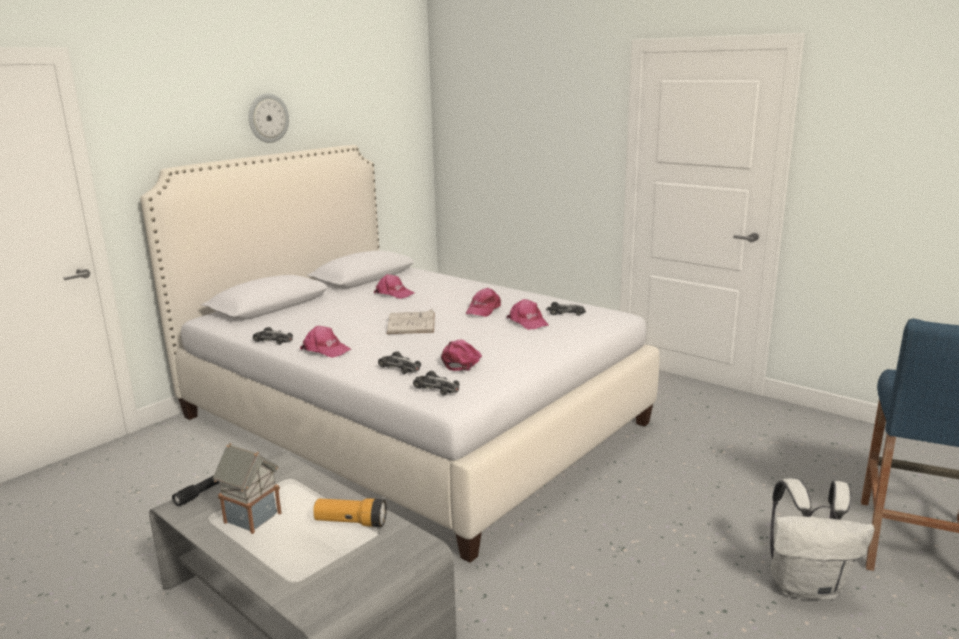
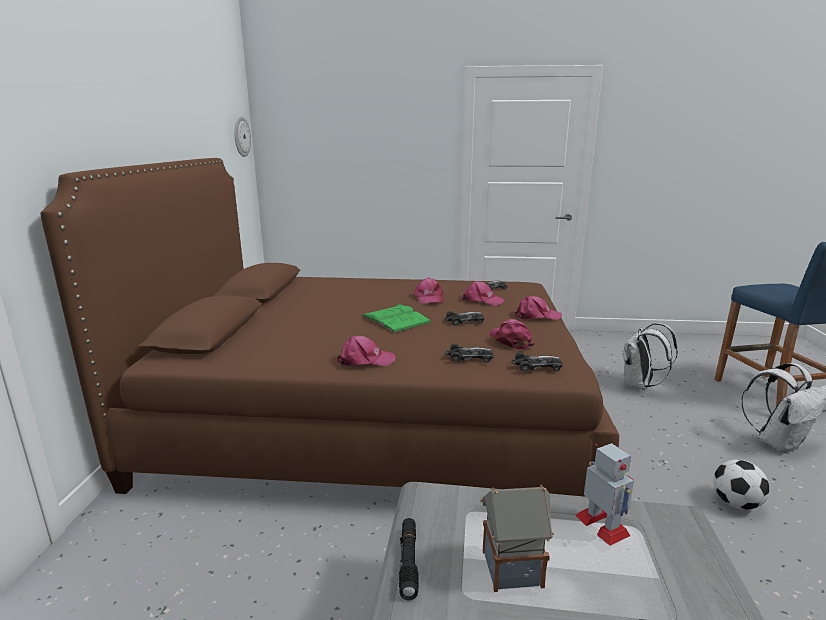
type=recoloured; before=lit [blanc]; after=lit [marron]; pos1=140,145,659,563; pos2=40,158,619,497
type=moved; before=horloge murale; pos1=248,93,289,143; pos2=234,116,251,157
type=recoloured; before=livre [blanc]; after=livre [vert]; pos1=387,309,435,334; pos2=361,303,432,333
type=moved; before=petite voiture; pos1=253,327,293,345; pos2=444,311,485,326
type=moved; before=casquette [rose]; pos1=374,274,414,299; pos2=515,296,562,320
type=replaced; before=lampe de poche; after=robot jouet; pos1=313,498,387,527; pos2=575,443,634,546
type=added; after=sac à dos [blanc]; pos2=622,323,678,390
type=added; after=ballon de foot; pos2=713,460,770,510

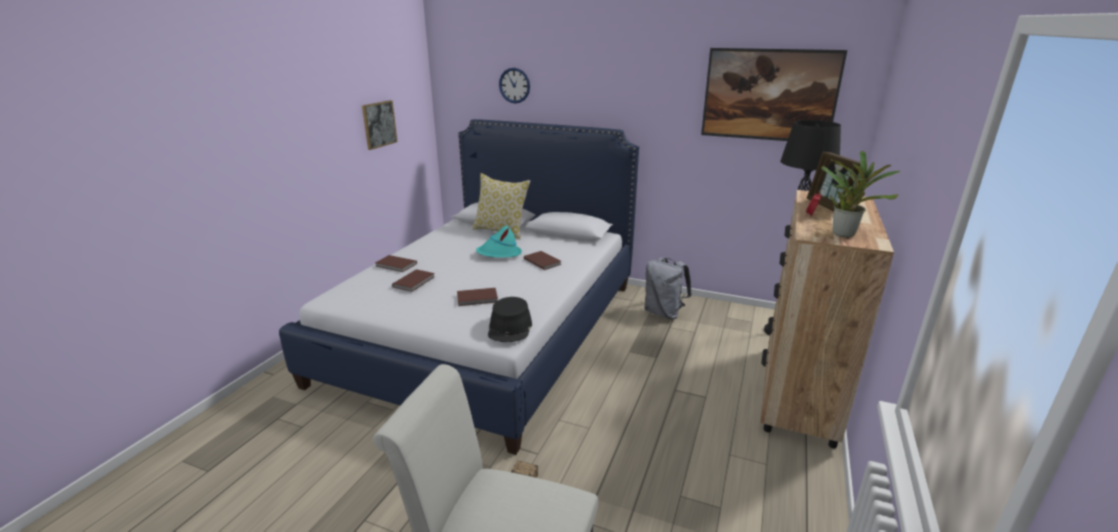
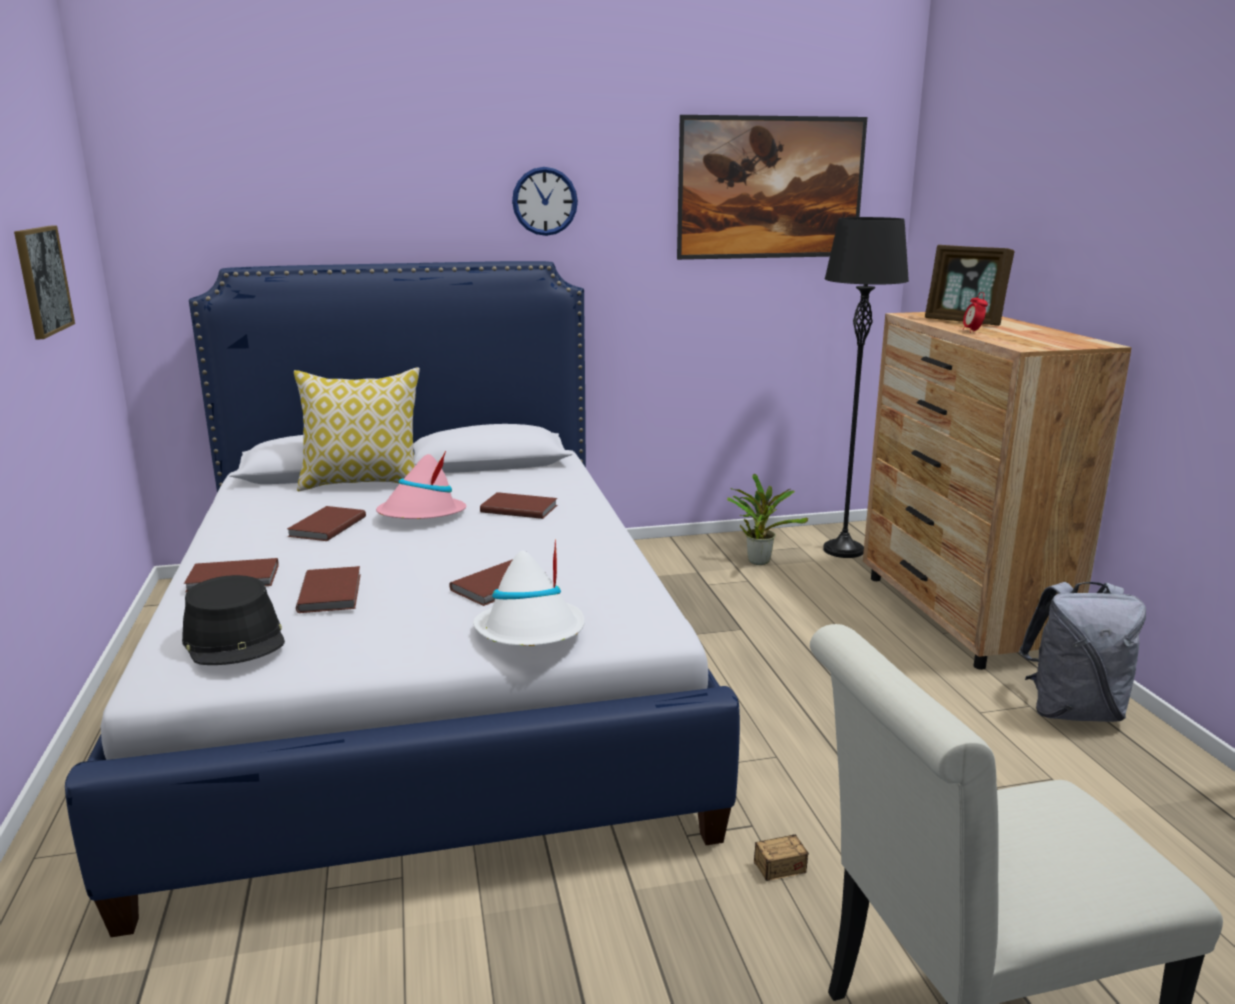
type=moved; before=chapeau [noir]; pos1=488,297,532,342; pos2=182,575,285,665
type=added; after=livre [marron]; pos2=287,506,366,541
type=recoloured; before=chapeau [turquoise]; after=chapeau [rose]; pos1=476,226,522,258; pos2=376,451,466,519
type=added; after=chapeau [blanc]; pos2=473,539,585,646
type=moved; before=horloge murale; pos1=499,68,530,103; pos2=512,167,578,236
type=moved; before=plante en pot; pos1=821,151,901,238; pos2=727,474,808,565
type=moved; before=sac à dos [gris]; pos1=644,257,692,319; pos2=1019,582,1146,722

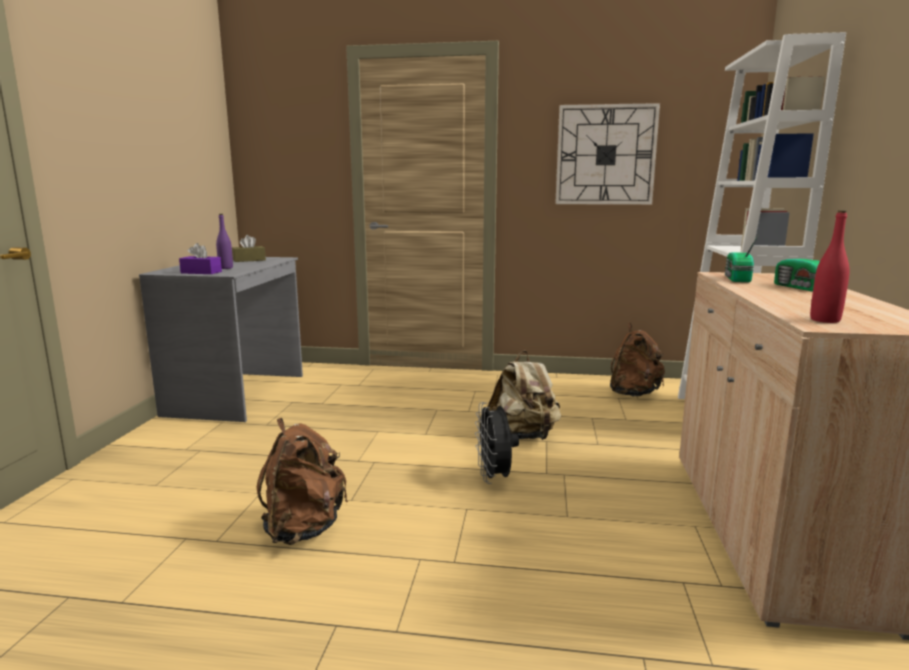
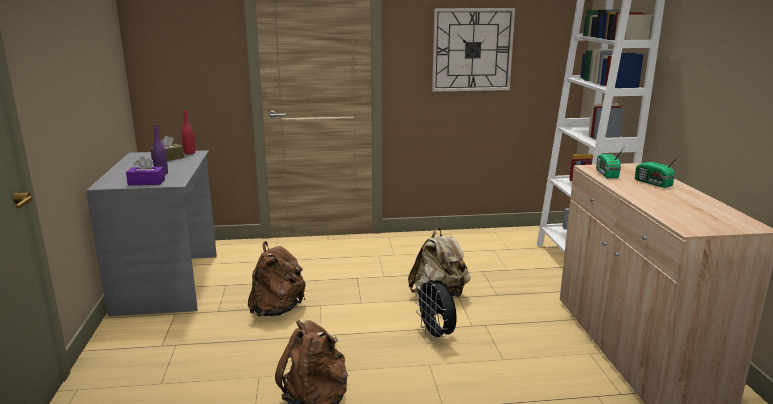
type=moved; before=bouteille [rouge]; pos1=810,210,849,323; pos2=182,109,195,154
type=moved; before=sac à dos [marron]; pos1=610,323,665,396; pos2=248,241,306,317

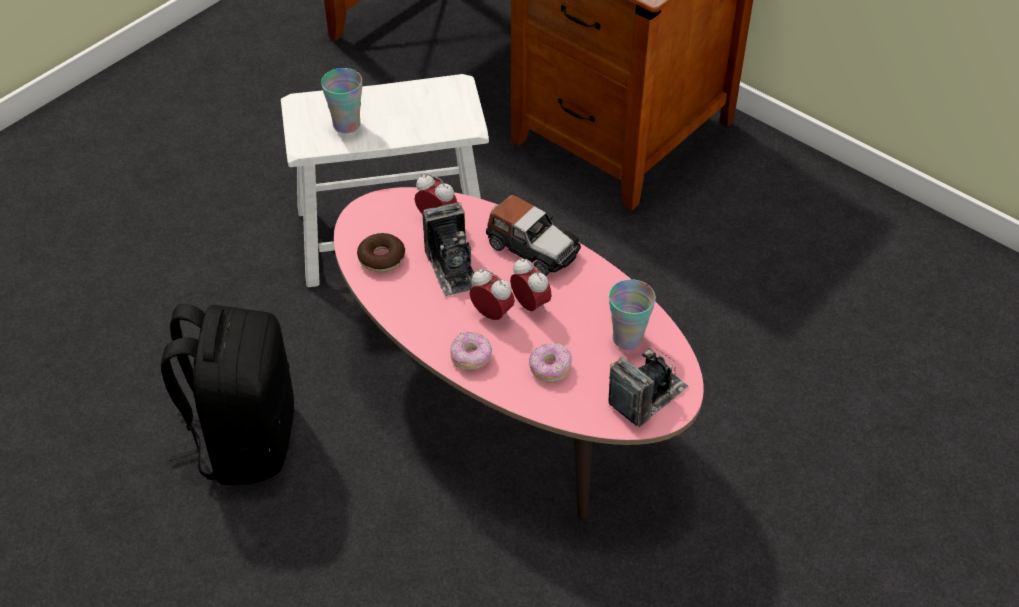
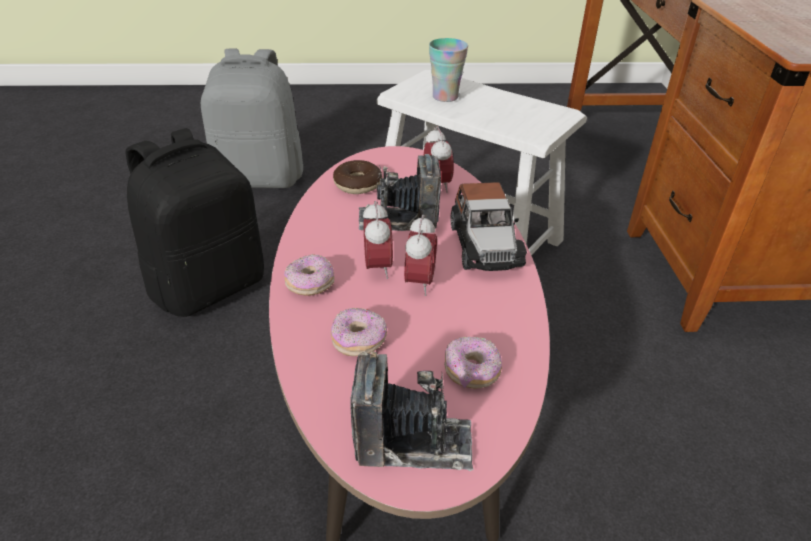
type=added; after=sac à dos [gris]; pos2=201,48,303,188
type=turned; before=appareil photo; pos1=422,202,475,297; pos2=359,154,441,231; turn=60
type=replaced; before=tasse; after=beignet; pos1=609,279,656,350; pos2=444,337,502,389

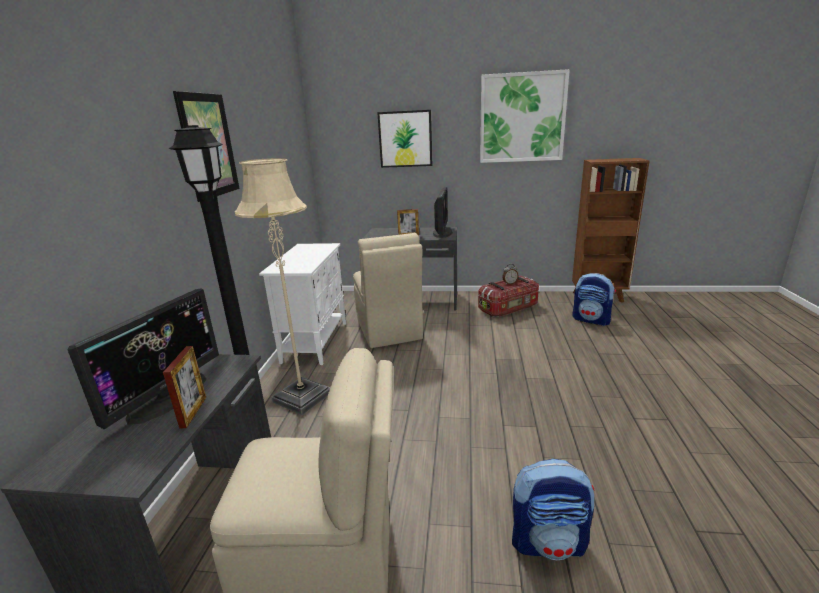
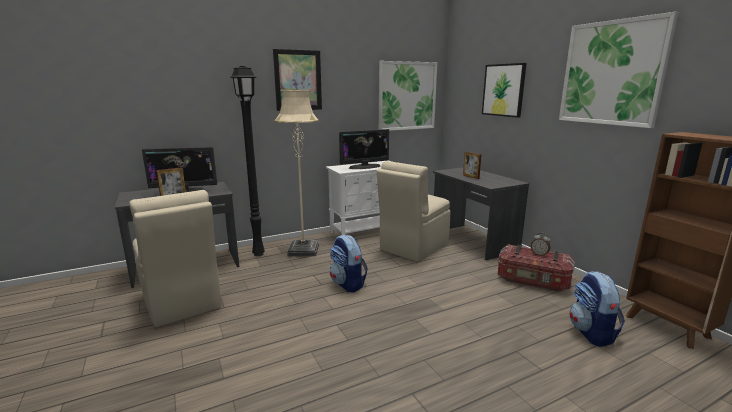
type=moved; before=sac à dos; pos1=512,459,595,560; pos2=330,234,368,292
type=moved; before=écran d'ordinateur; pos1=433,187,453,238; pos2=339,129,389,169
type=added; after=tableau; pos2=379,61,437,131

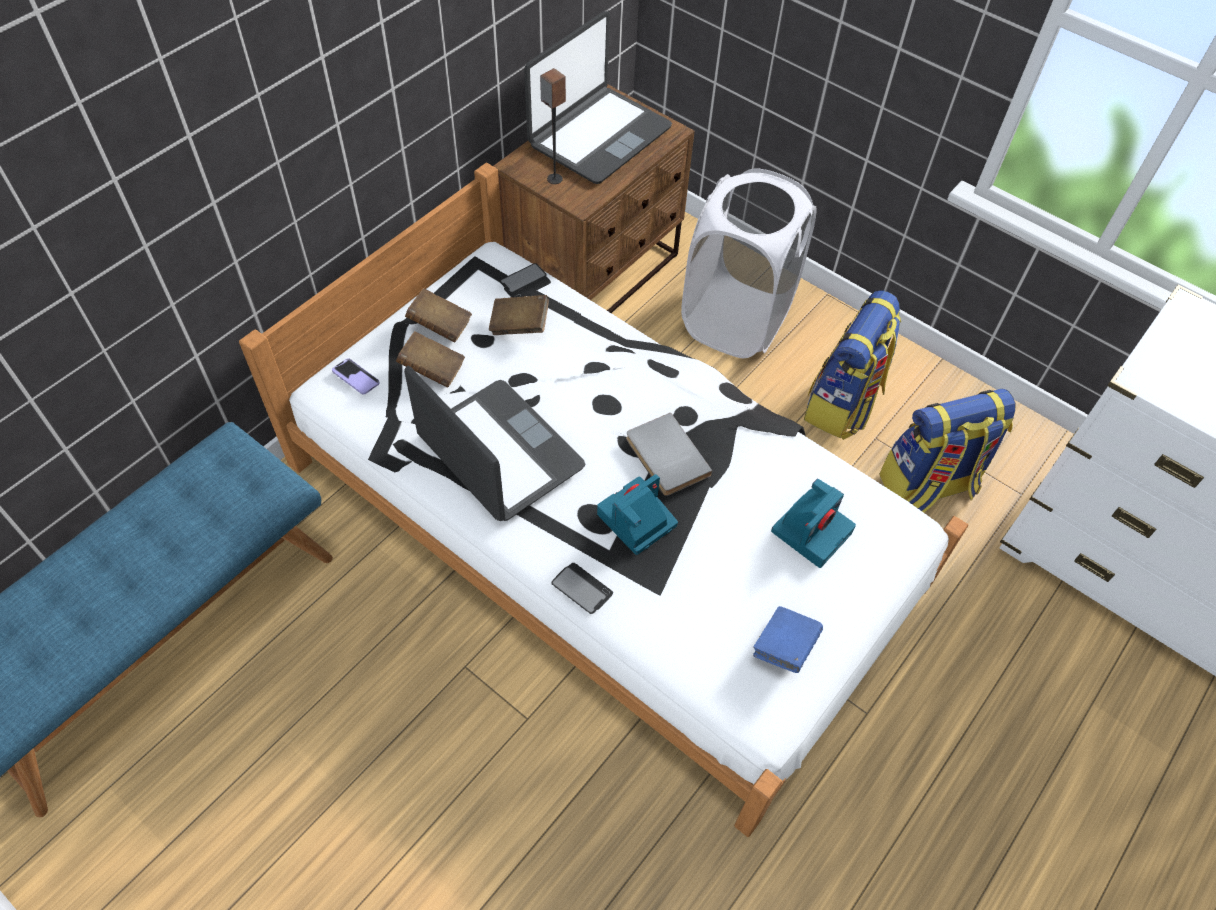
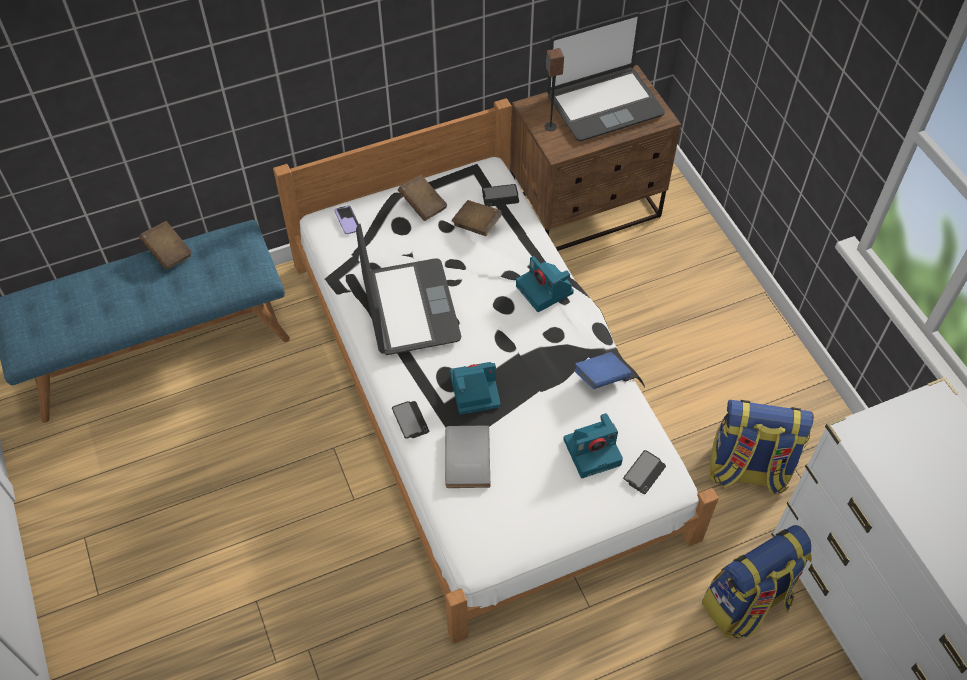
type=moved; before=livre [marron]; pos1=396,331,465,388; pos2=139,221,192,270
type=moved; before=livre [gris]; pos1=626,413,712,496; pos2=445,425,490,488
type=added; after=appareil photo; pos2=516,256,574,312
type=moved; before=livre [bleu]; pos1=753,606,823,673; pos2=574,352,631,389
type=added; after=téléphone; pos2=623,450,666,494
type=moved; before=sac à dos; pos1=804,290,901,440; pos2=702,525,812,639
type=removed; before=panier à linge [blanc]; pos1=681,168,816,358

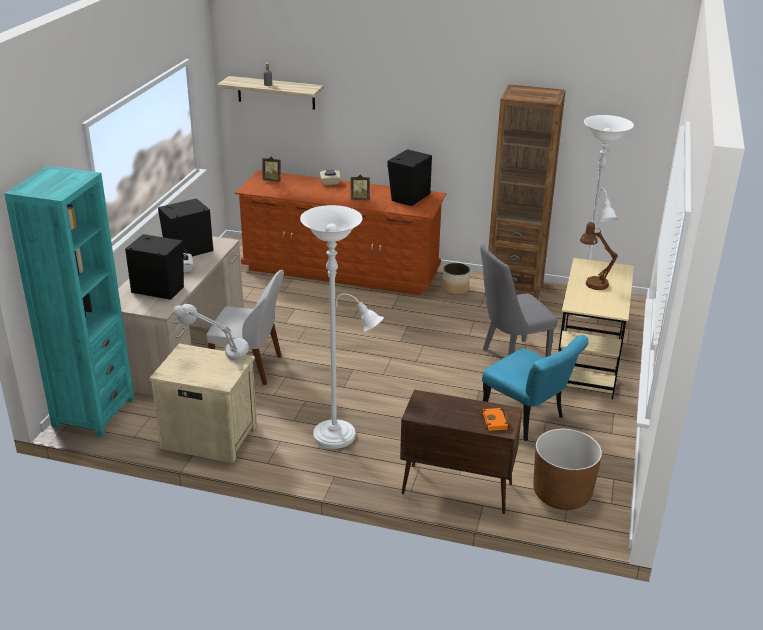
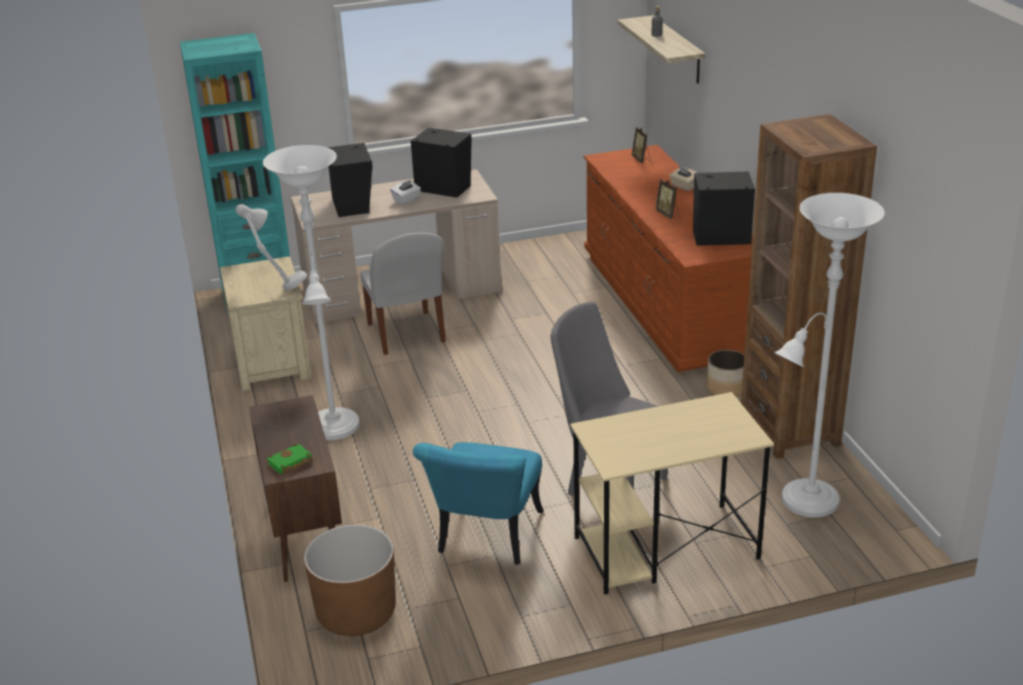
type=recoloured; before=livre [orange]; after=livre [vert]; pos1=480,408,511,431; pos2=267,444,313,474
type=removed; before=lampe de table [marron]; pos1=580,222,618,290

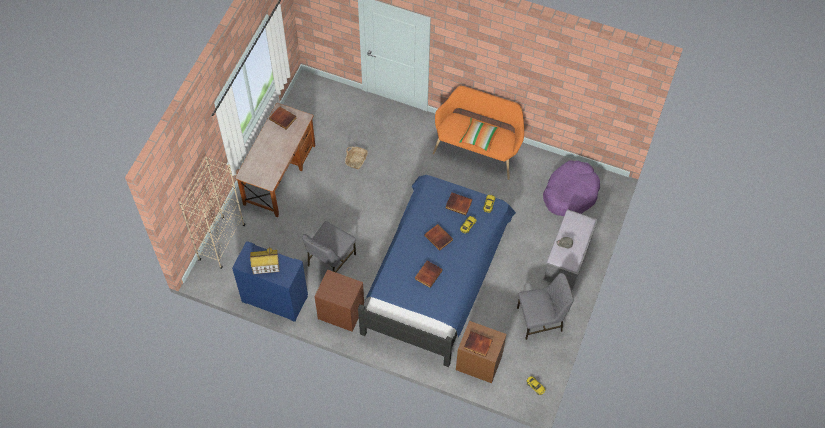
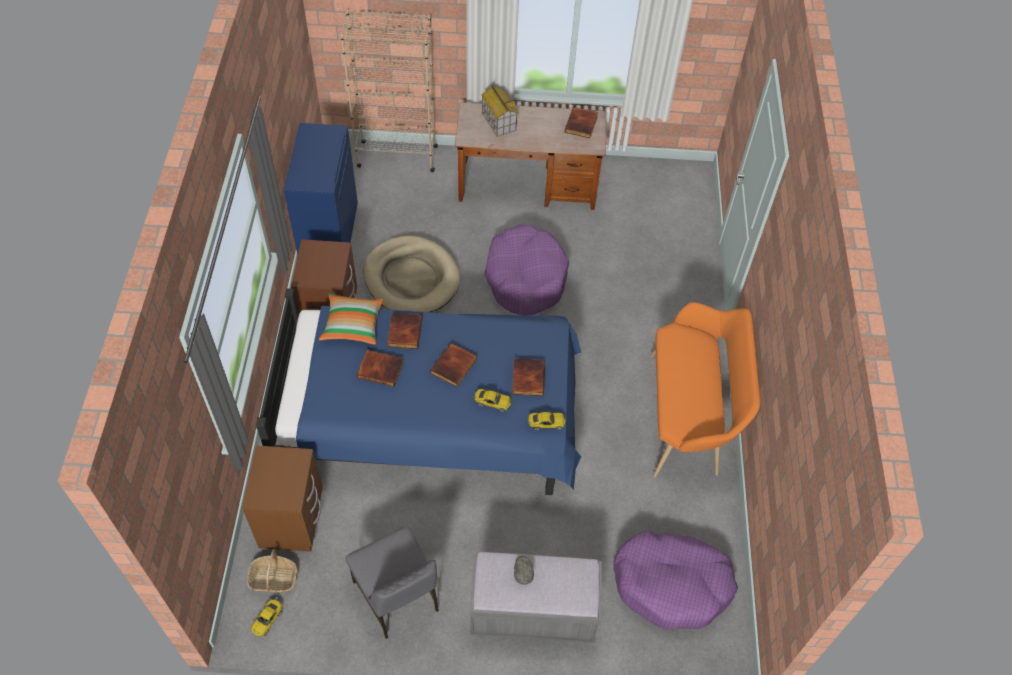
type=moved; before=panier; pos1=345,147,368,169; pos2=247,549,297,592
type=moved; before=coussin; pos1=459,118,501,153; pos2=319,293,384,344
type=replaced; before=chaise [gris]; after=panier pour chien [beige]; pos1=302,221,356,272; pos2=364,236,461,312
type=moved; before=livre; pos1=464,331,493,357; pos2=387,312,423,349
type=moved; before=maison miniature; pos1=250,248,279,274; pos2=481,85,518,137
type=added; after=panier pour chien [violet]; pos2=484,224,569,315

